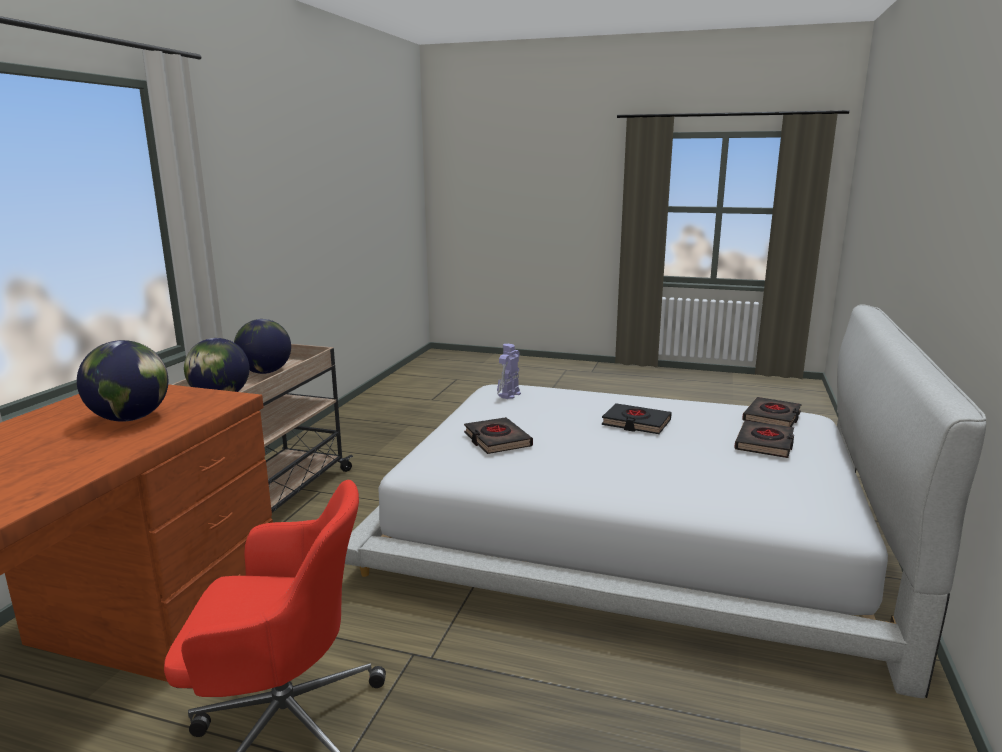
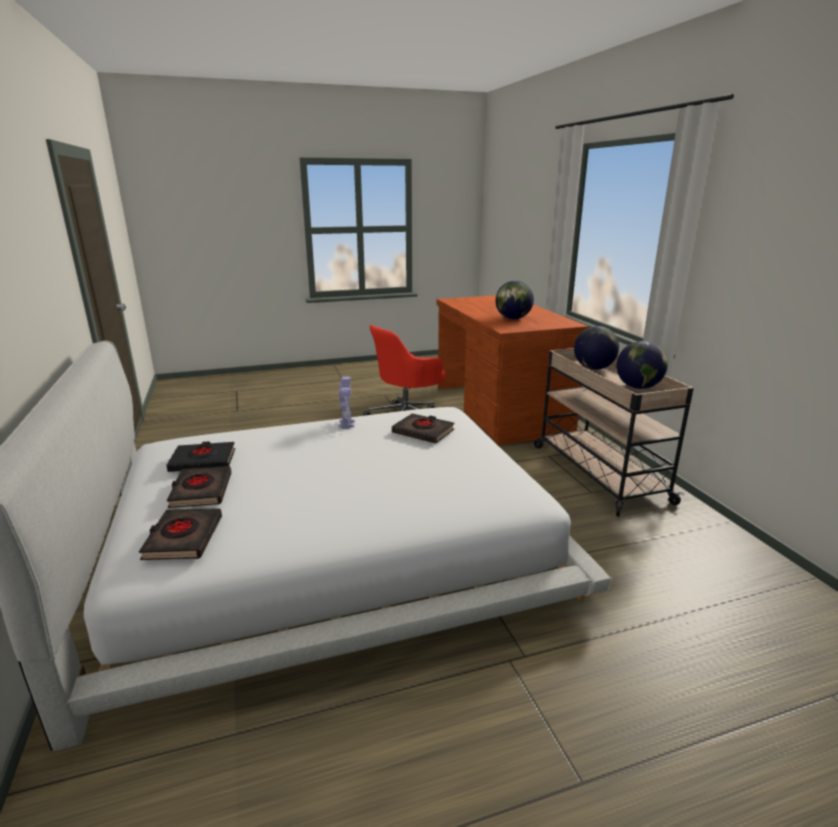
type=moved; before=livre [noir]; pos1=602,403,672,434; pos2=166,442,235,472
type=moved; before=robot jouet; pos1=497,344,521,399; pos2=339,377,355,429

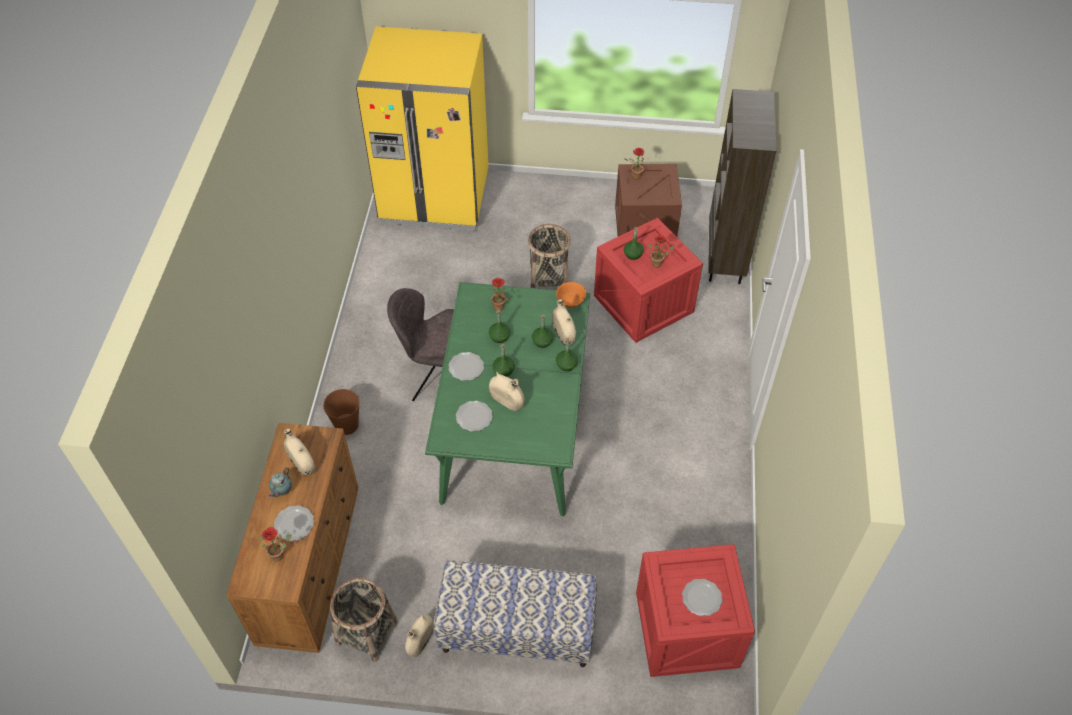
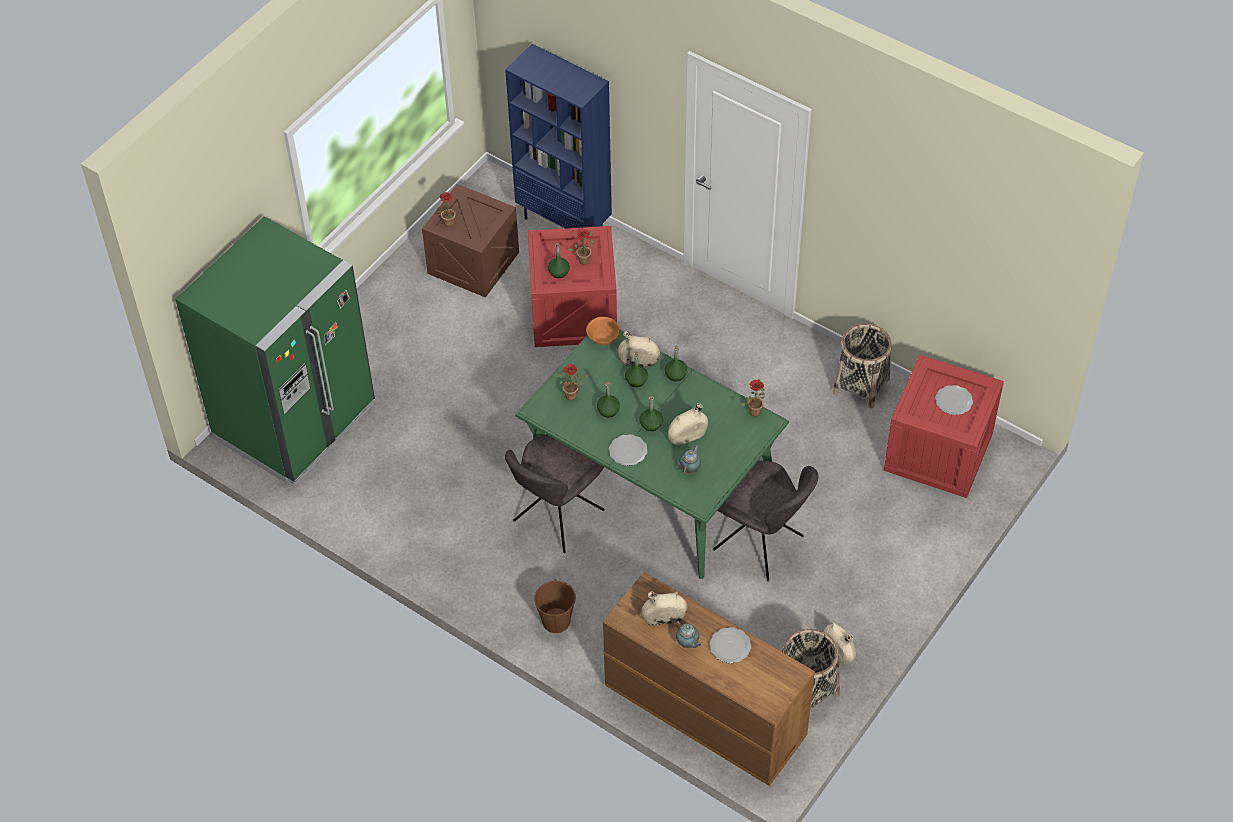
type=recoloured; before=réfrigérateur [jaune]; after=réfrigérateur [vert]; pos1=356,27,489,231; pos2=175,216,375,486
type=recoloured; before=bibliothèque [marron]; after=bibliothèque [bleu]; pos1=708,89,776,284; pos2=505,44,612,228
type=replaced; before=assiette; after=théière; pos1=456,401,493,432; pos2=679,445,701,475
type=added; after=chaise [gris]; pos2=713,461,819,581
type=moved; before=plante en pot; pos1=259,527,292,561; pos2=741,379,765,416
type=moved; before=panier; pos1=528,224,571,288; pos2=833,323,892,408
type=removed; before=banc; pos1=434,561,597,667

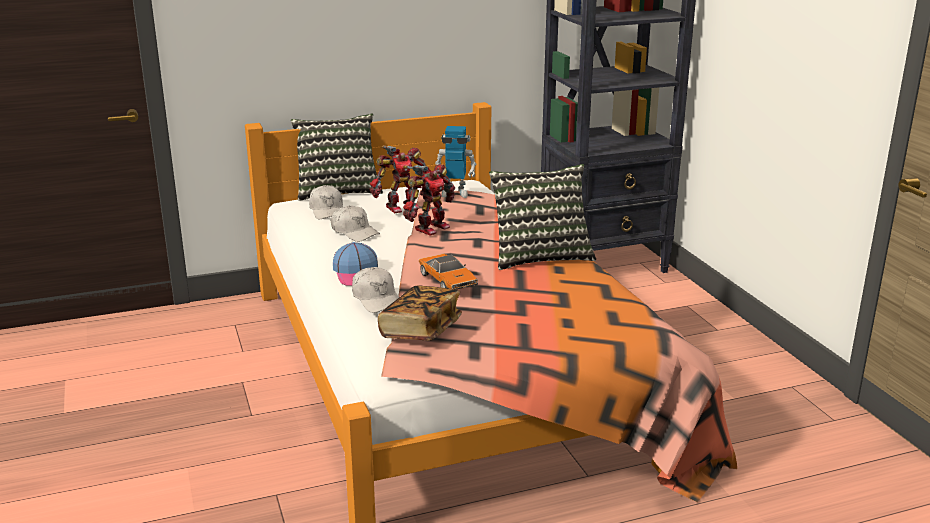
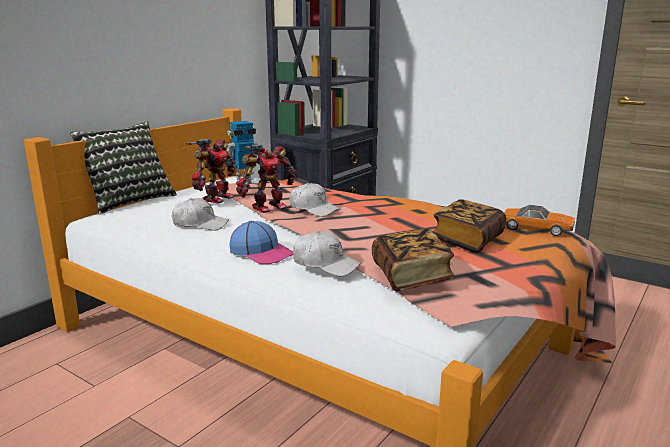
type=turned; before=robot jouet; pos1=403,164,456,236; pos2=236,145,296,213; turn=45
type=moved; before=casquette [blanc]; pos1=309,185,343,220; pos2=289,183,340,217
type=added; after=livre; pos2=432,199,506,252
type=moved; before=petite voiture; pos1=419,254,478,290; pos2=504,205,575,236
type=removed; before=coussin; pos1=489,164,596,270

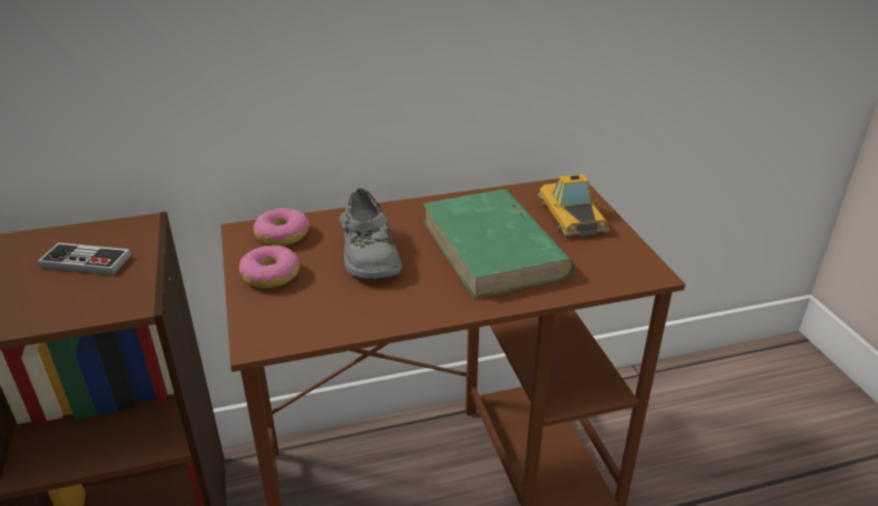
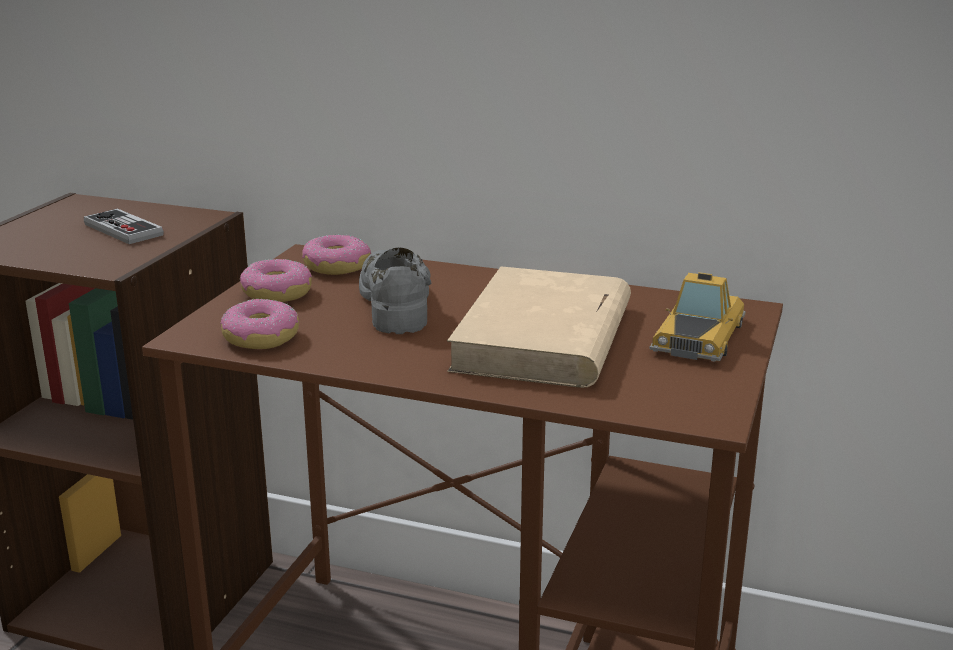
type=added; after=beignet; pos2=220,299,299,349
type=turned; before=chaussure [gris]; pos1=340,188,402,279; pos2=359,247,432,334; turn=150
type=recoloured; before=livre [vert]; after=livre [beige]; pos1=423,189,574,299; pos2=447,266,631,388

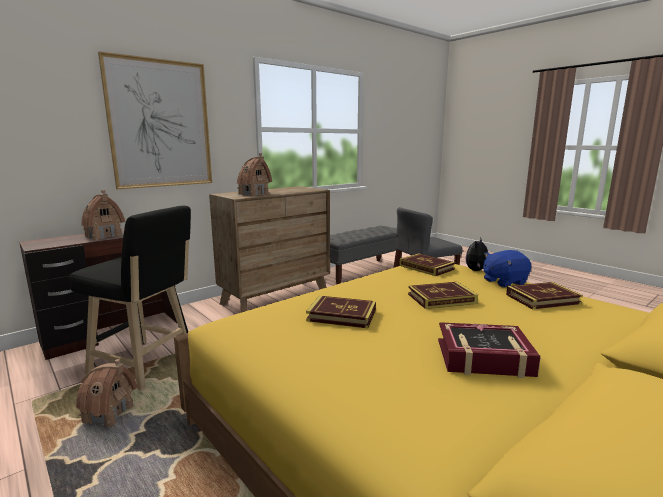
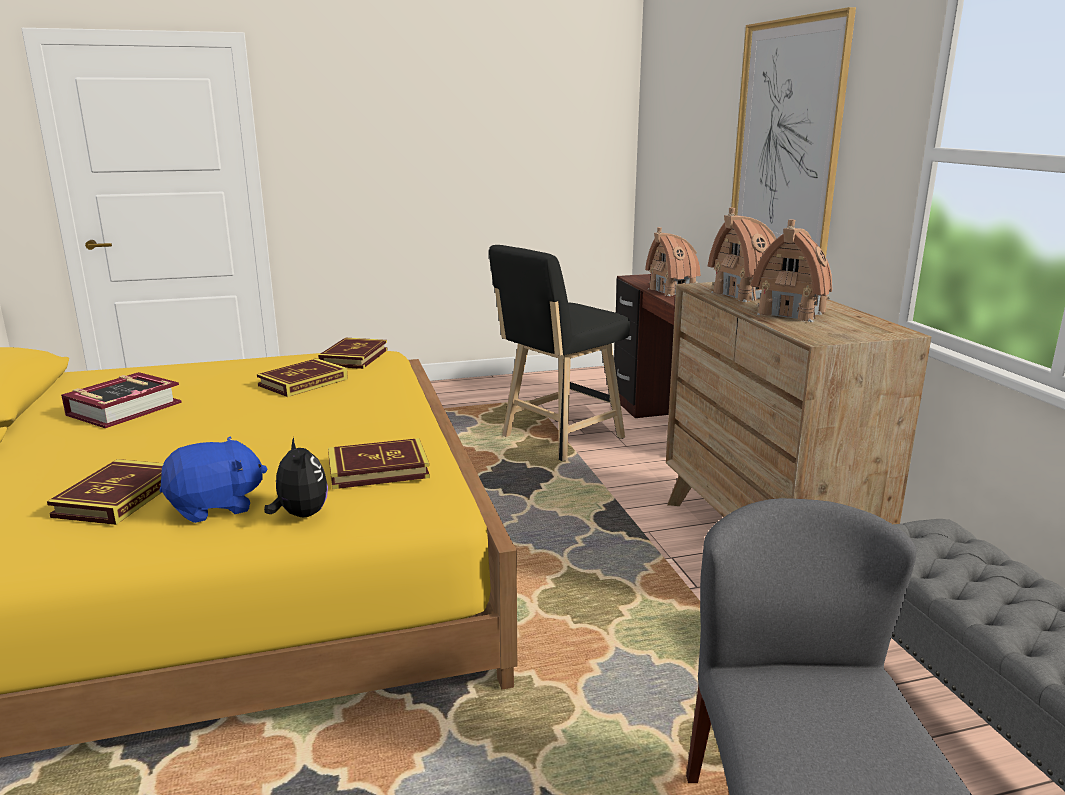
type=turned; before=peluche [bleu]; pos1=483,250,531,287; pos2=159,437,268,523; turn=60
type=moved; before=livre; pos1=408,282,478,309; pos2=318,338,387,369
type=moved; before=maison miniature; pos1=76,359,137,427; pos2=750,219,832,322

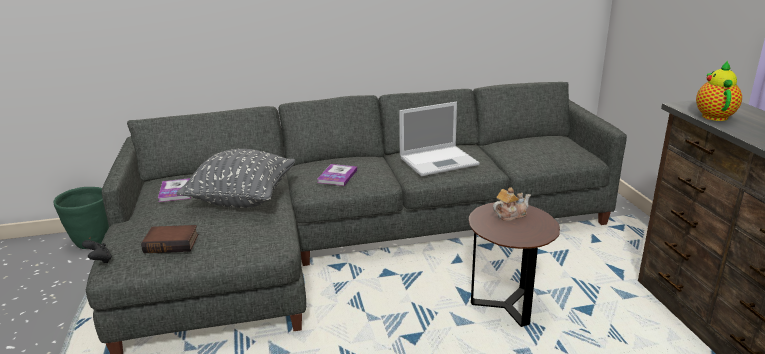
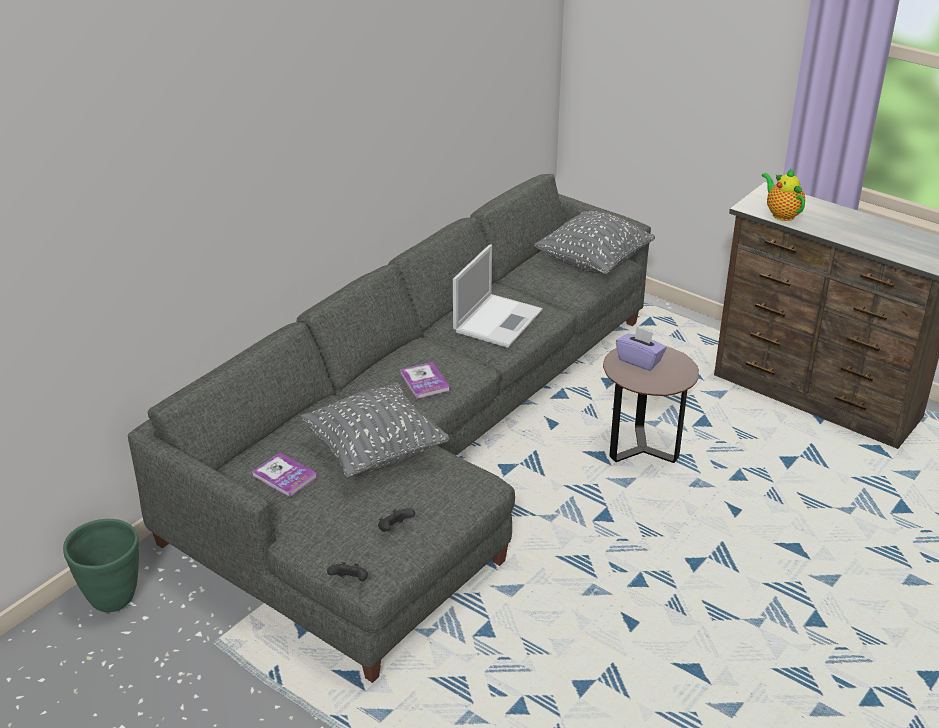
type=replaced; before=livre; after=manette [noir]; pos1=141,225,198,253; pos2=378,508,415,532
type=added; after=coussin [gris]; pos2=534,211,655,274
type=replaced; before=théière; after=boîte à mouchoirs [violet]; pos1=493,187,531,221; pos2=616,327,667,371

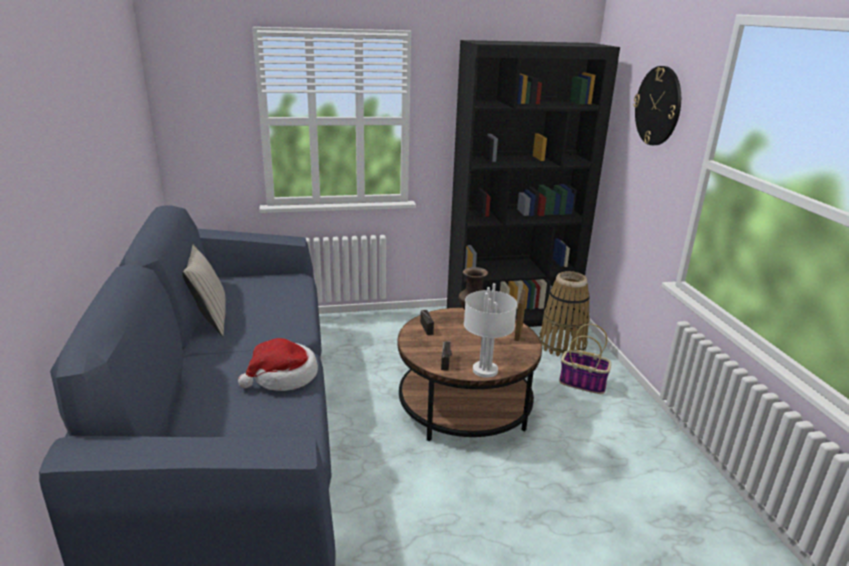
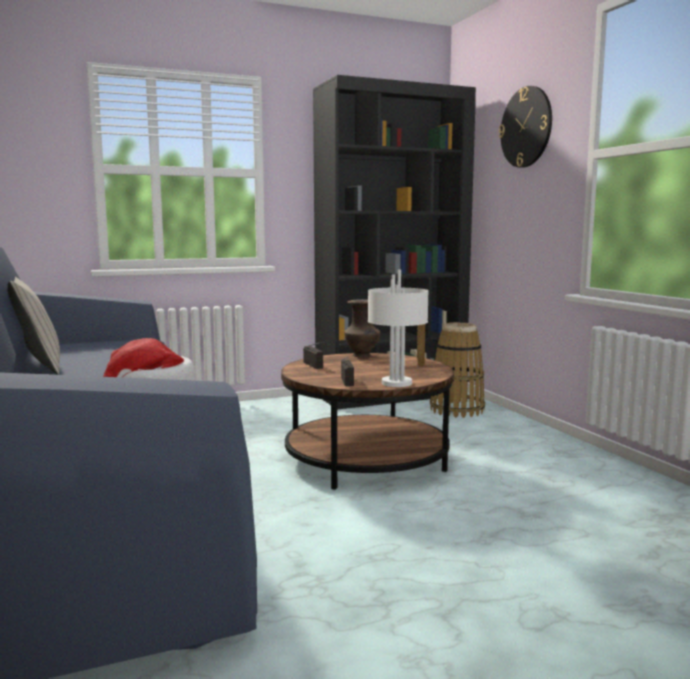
type=removed; before=panier; pos1=559,324,611,394

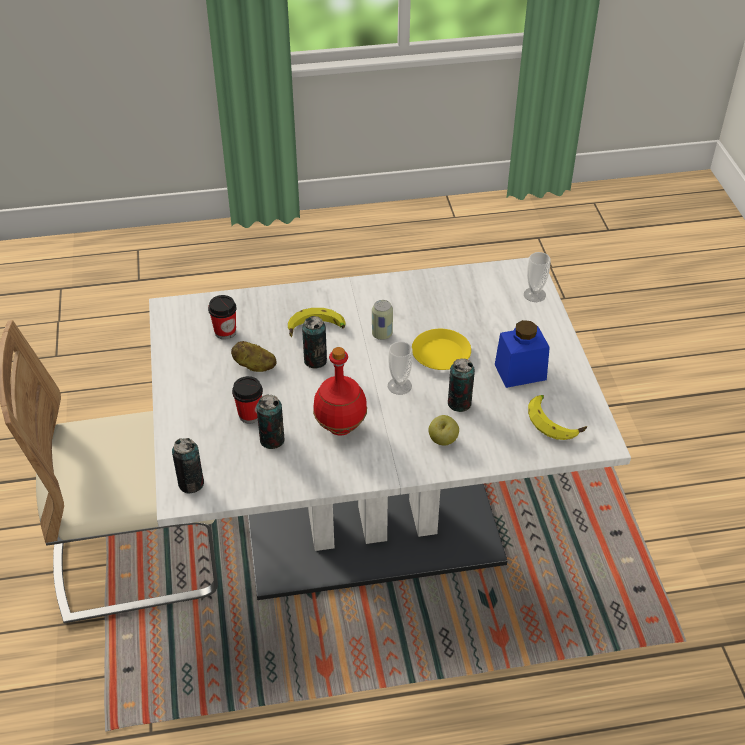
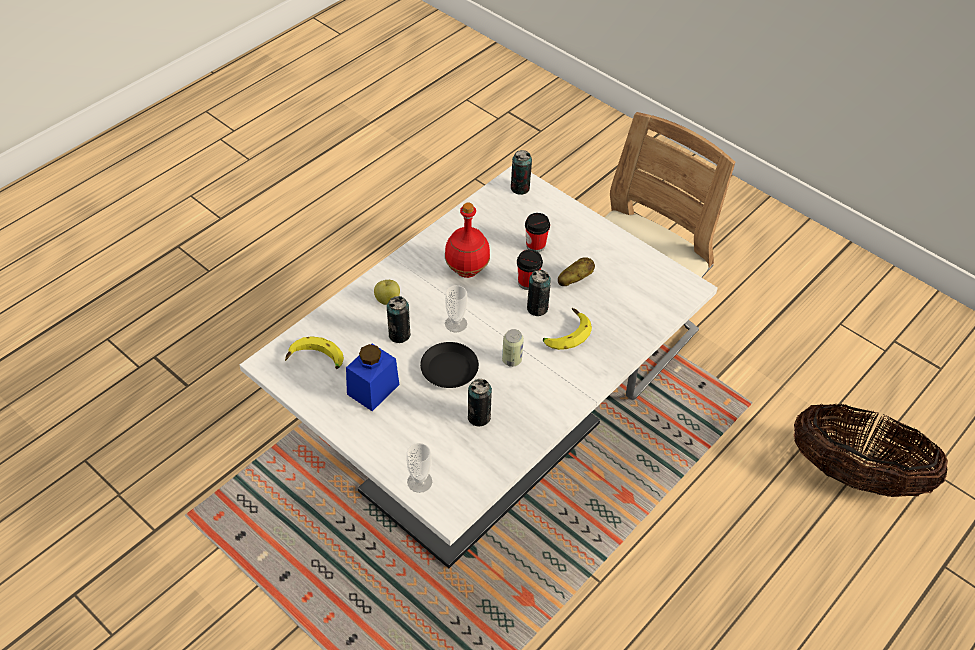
type=recoloured; before=assiette [jaune]; after=assiette [noir]; pos1=412,329,471,370; pos2=420,342,479,388
type=moved; before=boîte métallique; pos1=256,395,285,449; pos2=468,379,492,427
type=moved; before=tasse; pos1=208,295,237,340; pos2=517,250,543,290
type=added; after=panier; pos2=793,404,948,497

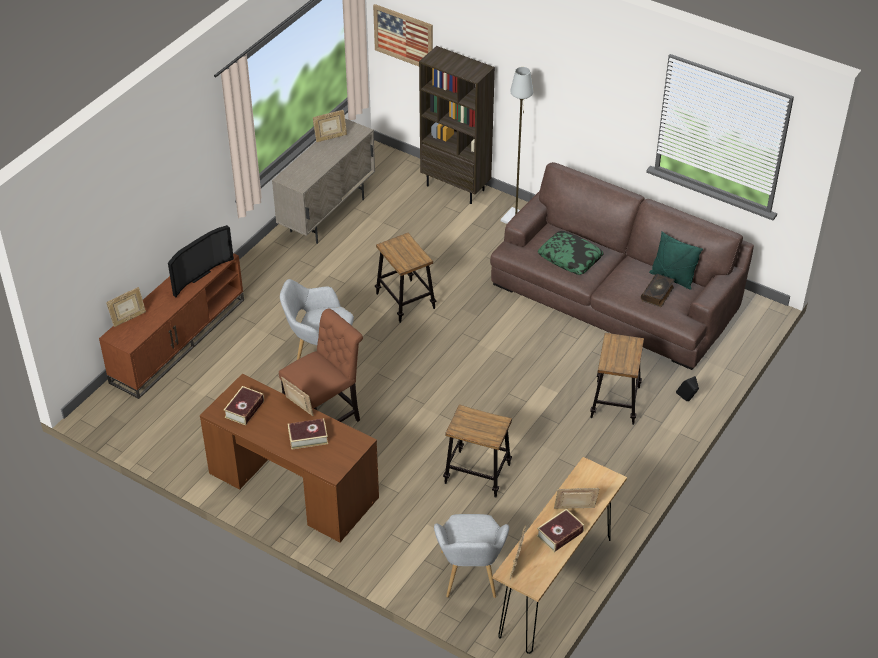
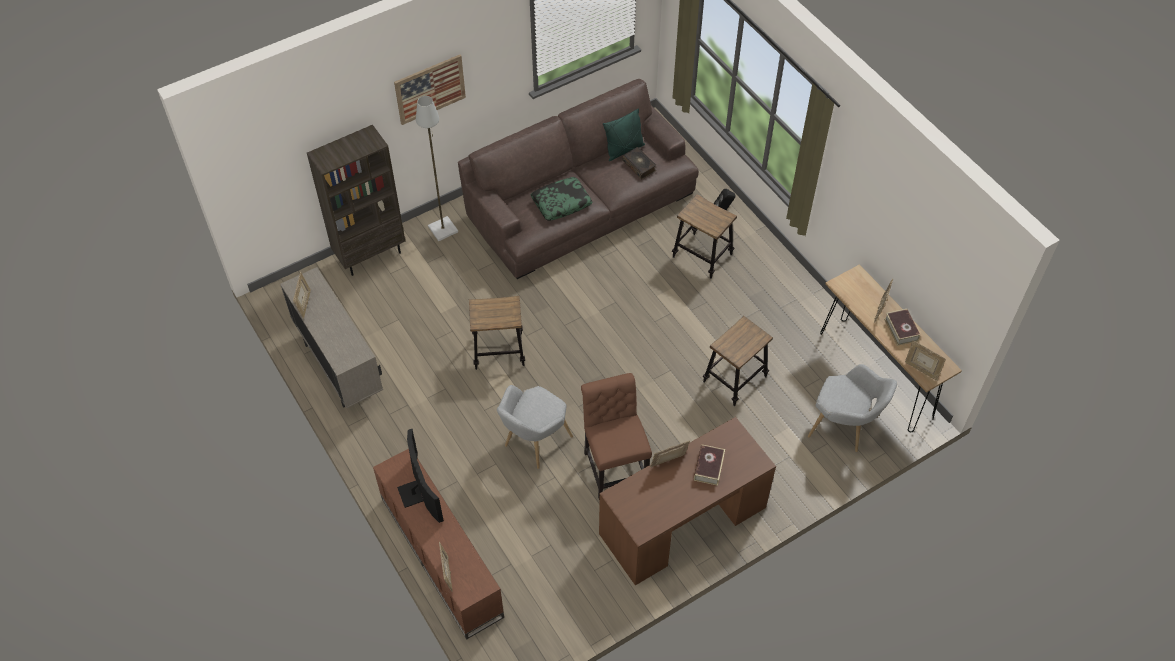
type=moved; before=tableau; pos1=373,4,433,67; pos2=394,55,466,125
type=removed; before=livre; pos1=224,386,264,426

